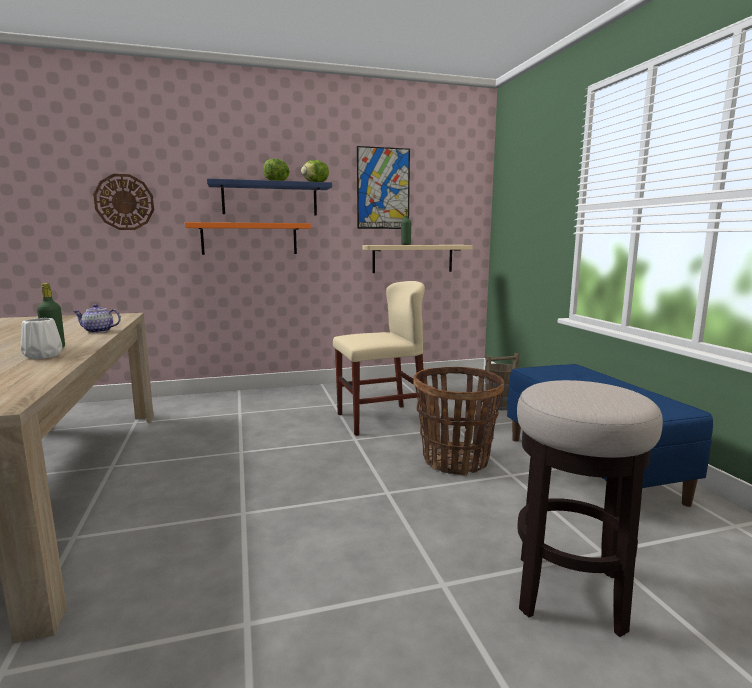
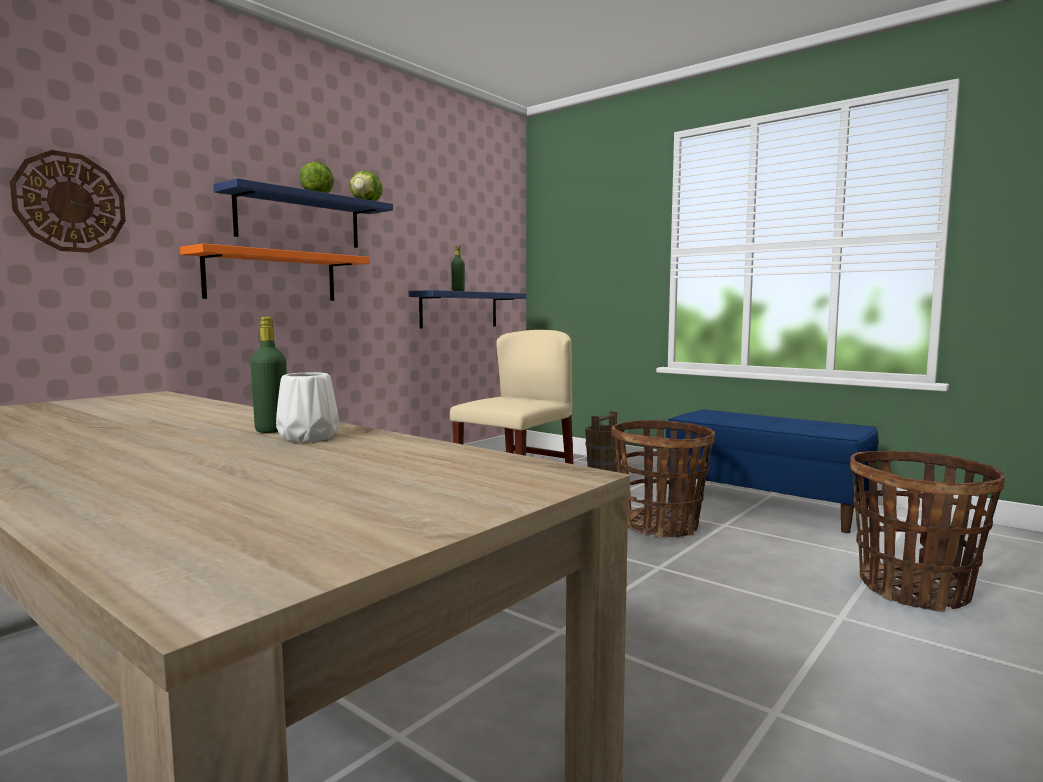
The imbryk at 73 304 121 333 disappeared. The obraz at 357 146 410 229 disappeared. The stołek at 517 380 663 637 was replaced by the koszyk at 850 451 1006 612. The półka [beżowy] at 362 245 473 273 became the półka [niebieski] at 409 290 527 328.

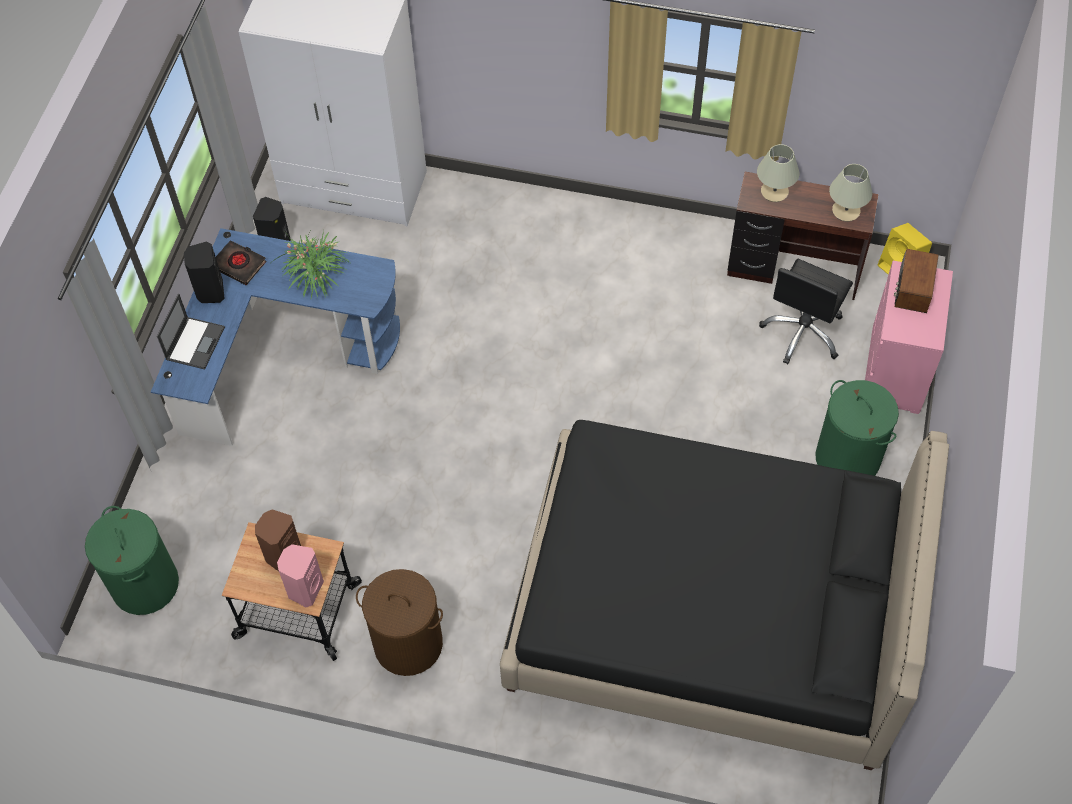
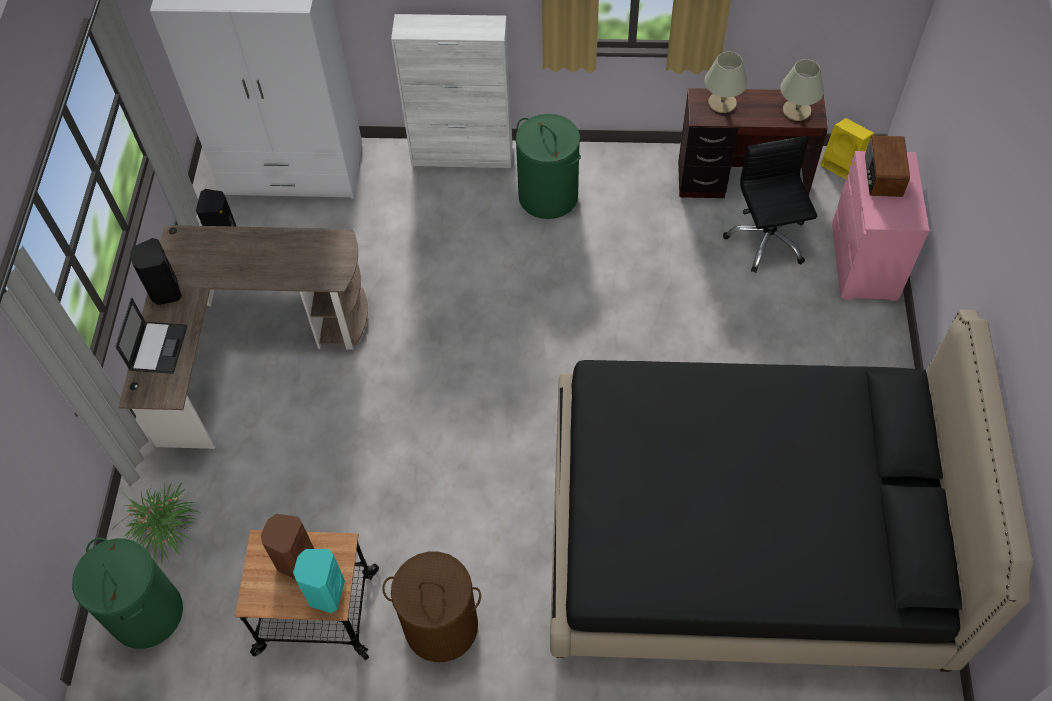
The książka [czarny] at 216 240 267 285 disappeared. The szafka [biały] at 391 14 513 168 appeared. The roślina doniczkowa moved from 272 230 351 298 to 118 483 200 564. The kosz na pranie [zielony] moved from 815 380 899 476 to 515 114 581 219. The biurko [niebieski] at 151 228 400 446 became the biurko [brązowy] at 118 225 368 449. The głośnik [różowy] at 277 544 324 607 became the głośnik [turkusowy] at 293 549 345 613. The krzesło biurowe [czarny] at 759 259 853 364 turned 150 degrees clockwise.

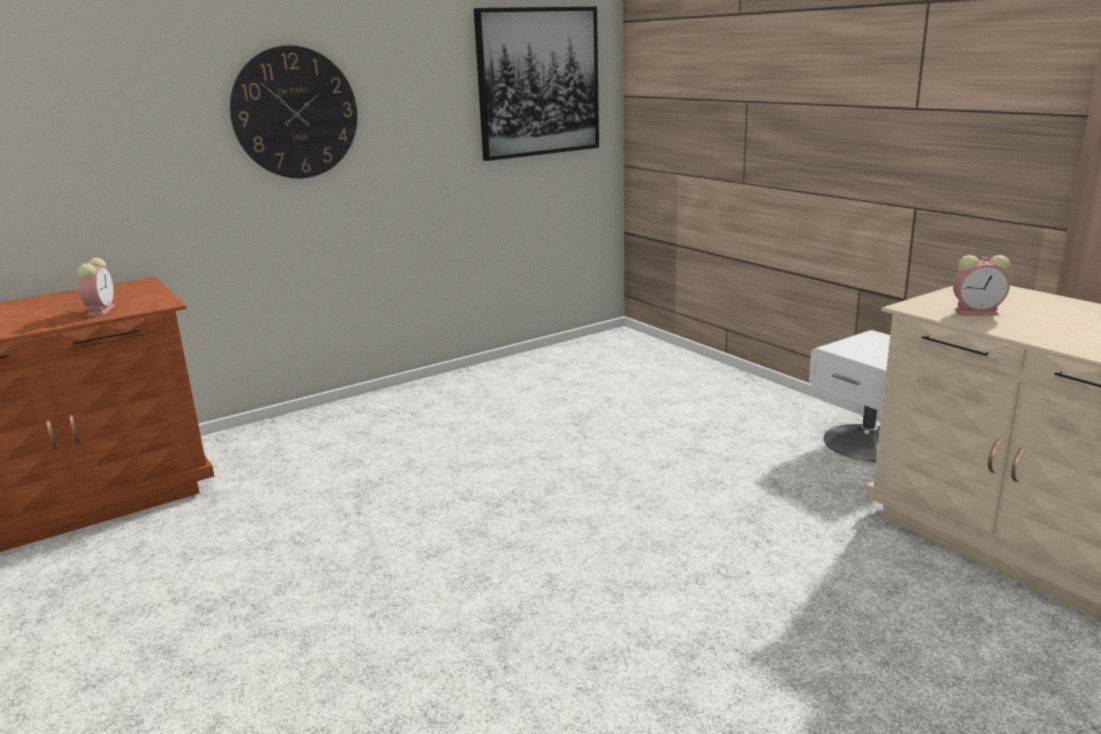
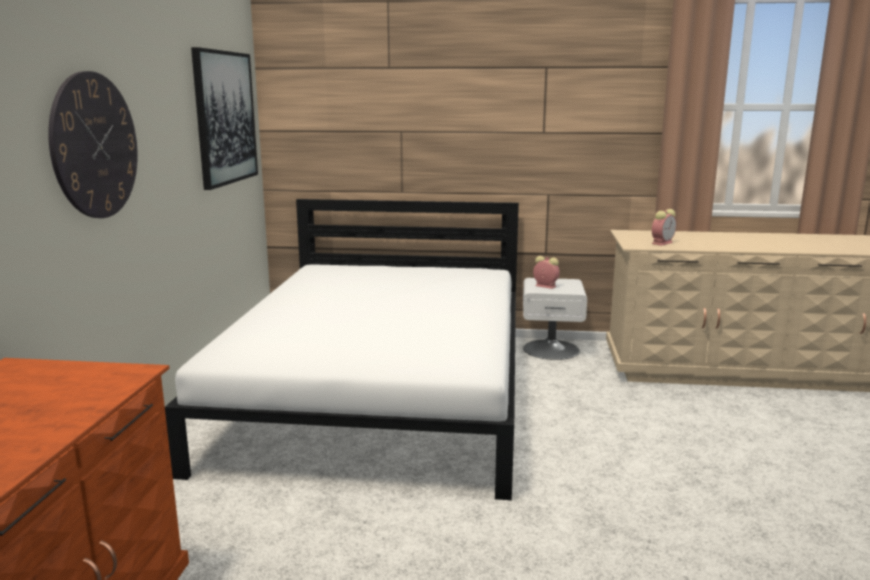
The łóżko [biały] at 165 199 519 500 appeared. The budzik moved from 77 258 115 316 to 533 256 560 289.

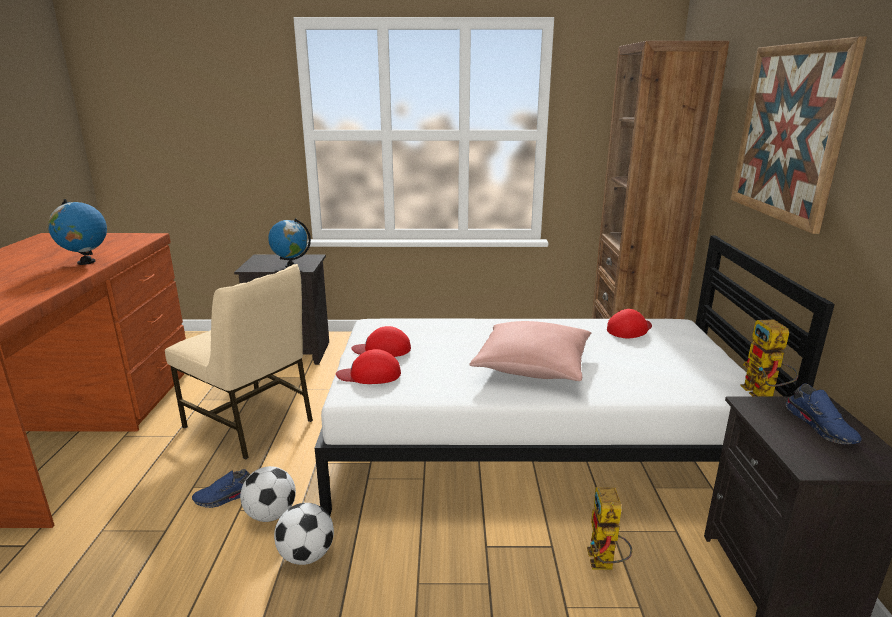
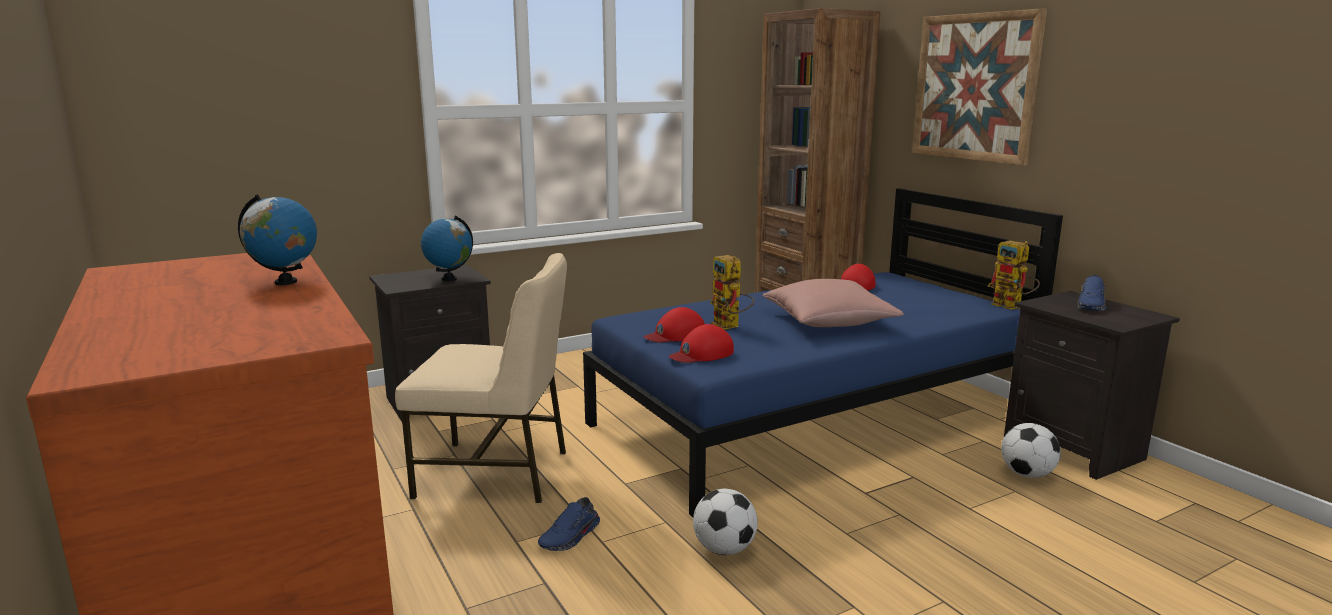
The piłka futbolowa moved from 240 466 296 522 to 1001 423 1061 478. The robot zabawkowy moved from 587 487 632 570 to 710 255 754 330. The łóżko [biały] at 315 236 835 515 became the łóżko [niebieski] at 583 188 1063 517. The but [niebieski] at 786 383 862 444 turned 75 degrees clockwise.

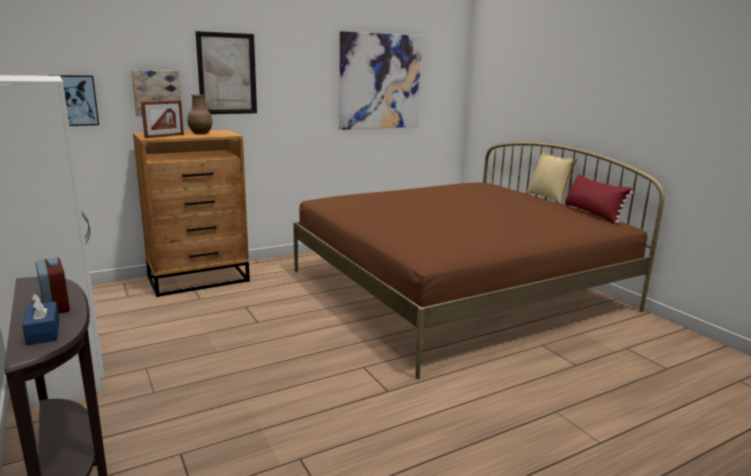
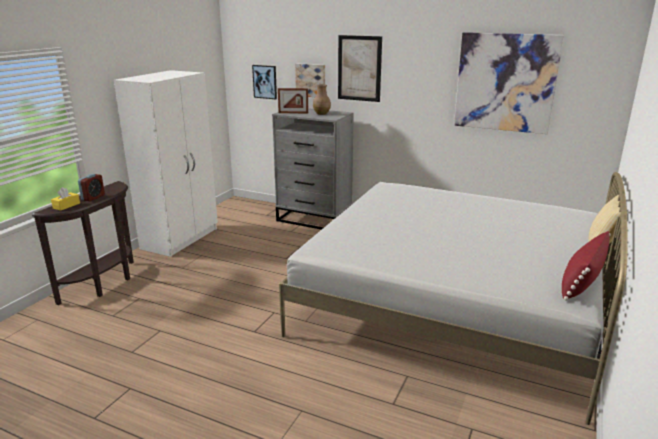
The pudełko chusteczek [niebieski] at 22 294 59 345 became the pudełko chusteczek [żółty] at 51 187 80 211. The komoda [brązowy] at 133 130 250 297 became the komoda [szary] at 272 108 354 230. The łóżko [brązowy] at 293 142 665 379 became the łóżko [biały] at 279 172 628 425.

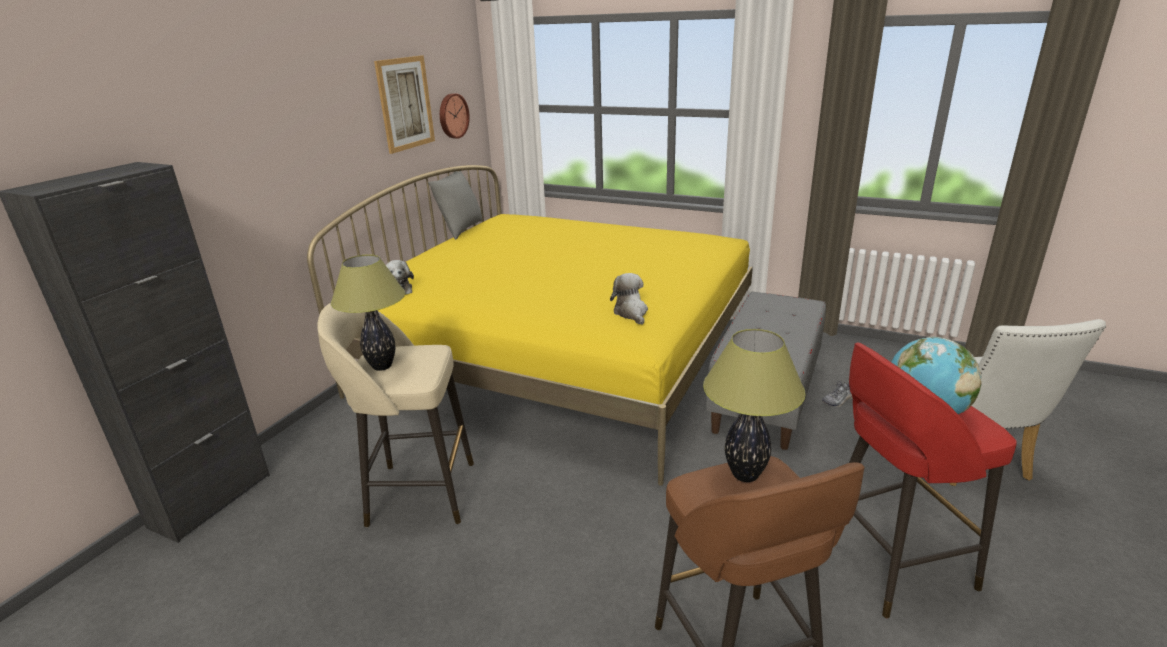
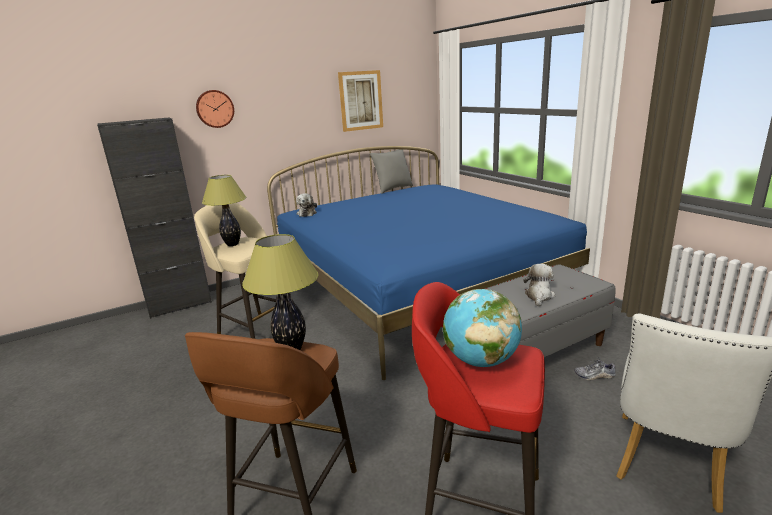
The zegar ścienny moved from 440 93 470 139 to 196 90 234 128. The pluszak moved from 610 273 648 325 to 523 264 555 307. The łóżko [żółty] at 307 165 753 486 became the łóżko [niebieski] at 267 146 590 380.

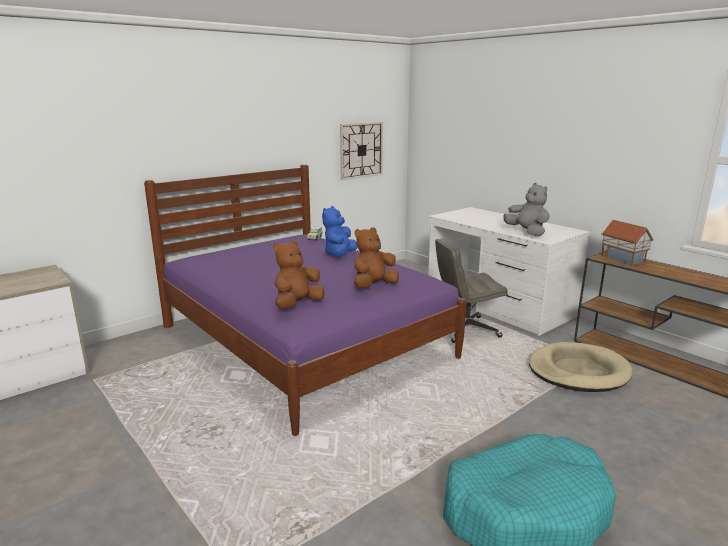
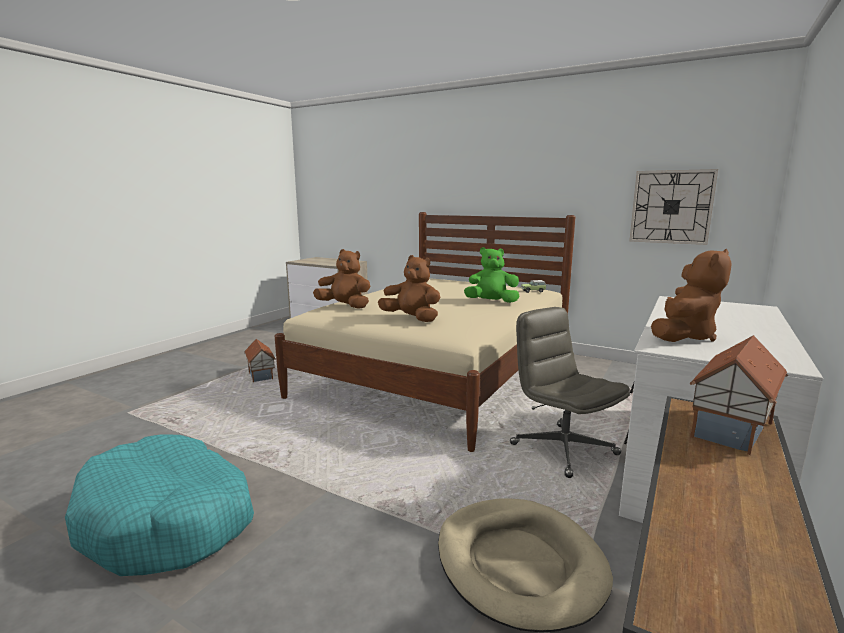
The domek at 244 339 276 382 appeared. The łóżko [fioletowy] at 144 164 467 436 became the łóżko [beżowy] at 275 212 575 452. The pluszak [niebieski] at 322 206 357 256 became the pluszak [zielony] at 464 247 519 303. The pluszak [szary] at 503 183 550 236 became the pluszak [brązowy] at 651 249 732 342.

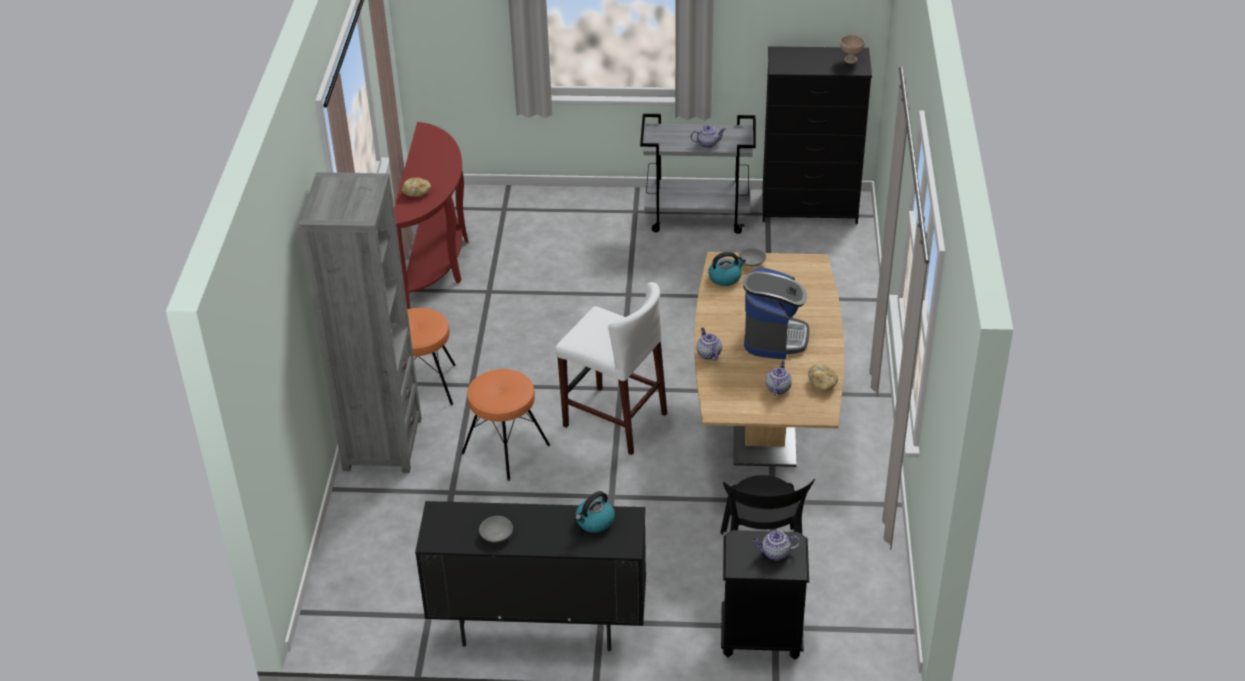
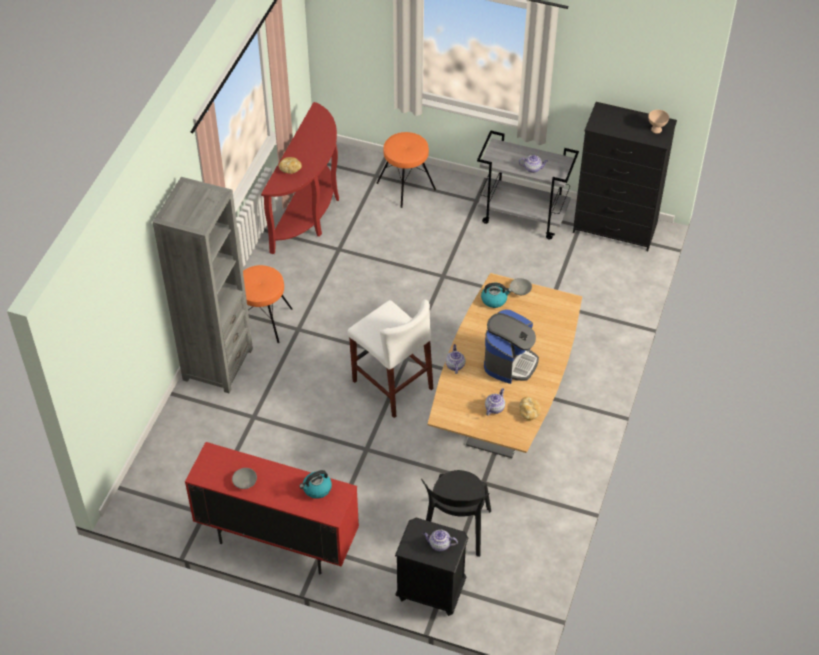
The stołek [pomarańczowy] moved from 461 369 550 481 to 376 132 436 208. The szafka [czarny] at 415 501 646 651 became the szafka [czerwony] at 185 442 359 574.

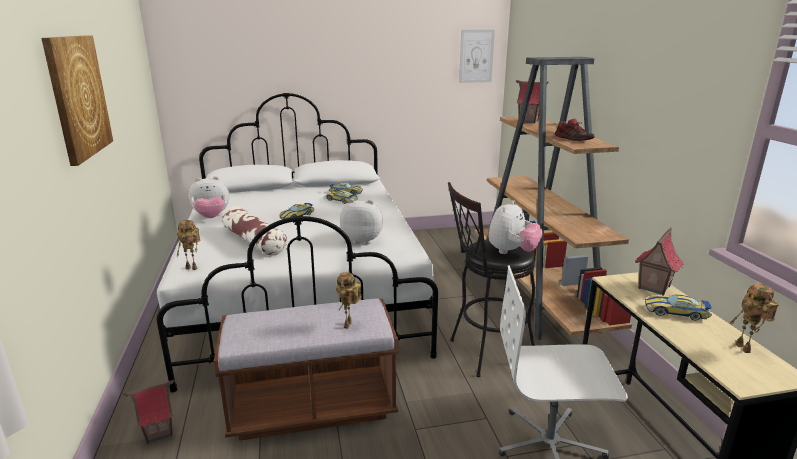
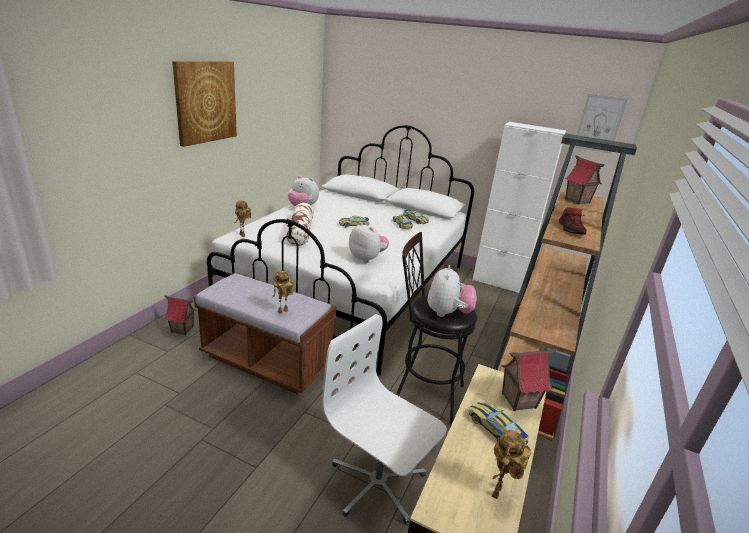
The szafka [biały] at 472 122 566 293 appeared. The pluszak at 488 201 543 254 turned 60 degrees counterclockwise.

